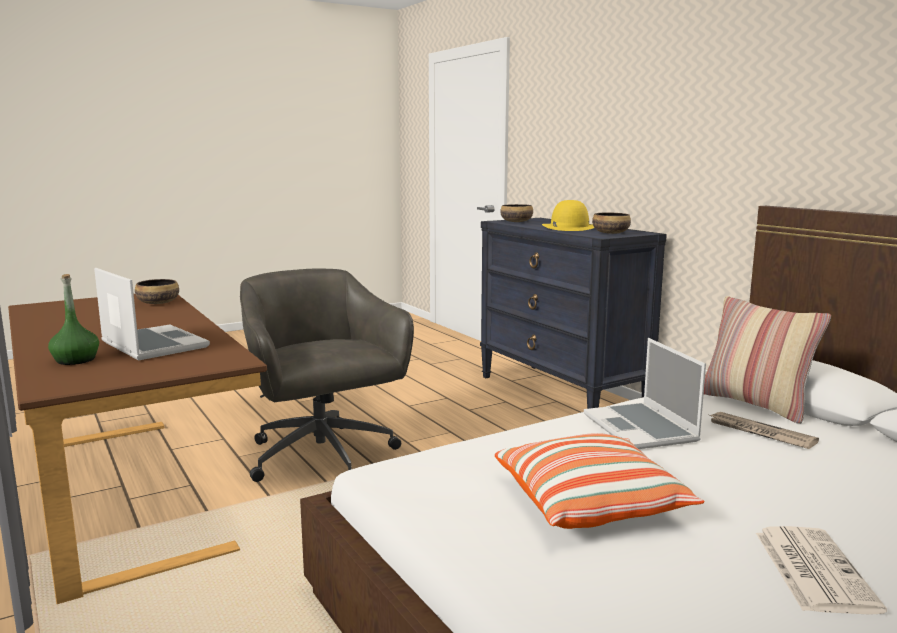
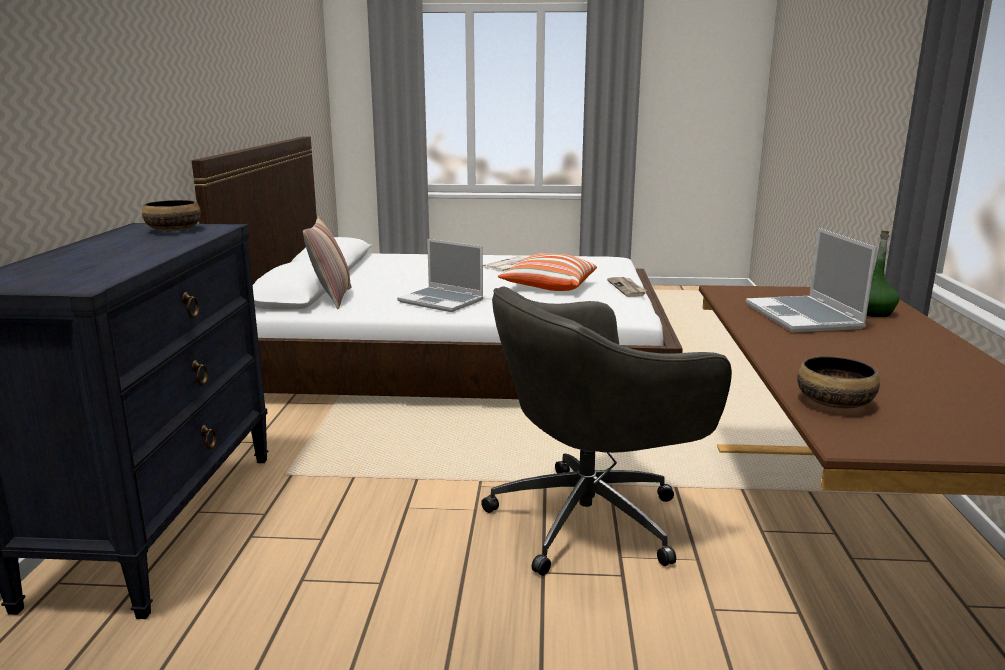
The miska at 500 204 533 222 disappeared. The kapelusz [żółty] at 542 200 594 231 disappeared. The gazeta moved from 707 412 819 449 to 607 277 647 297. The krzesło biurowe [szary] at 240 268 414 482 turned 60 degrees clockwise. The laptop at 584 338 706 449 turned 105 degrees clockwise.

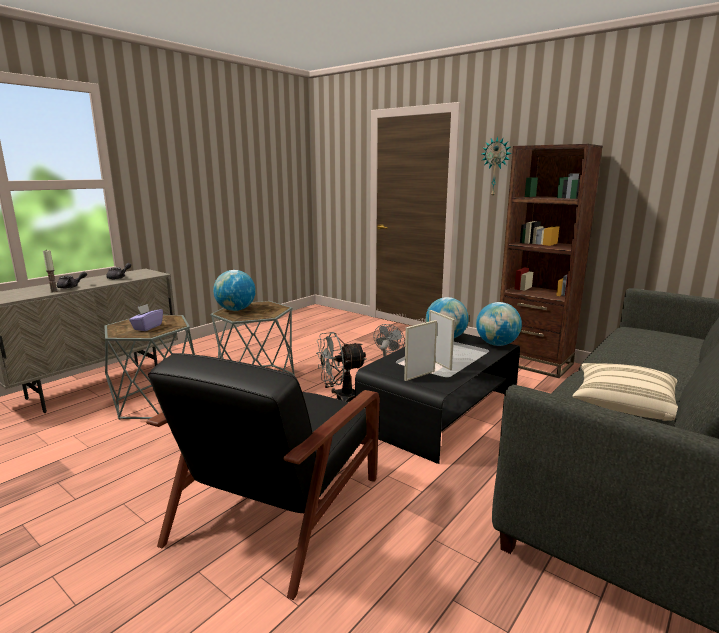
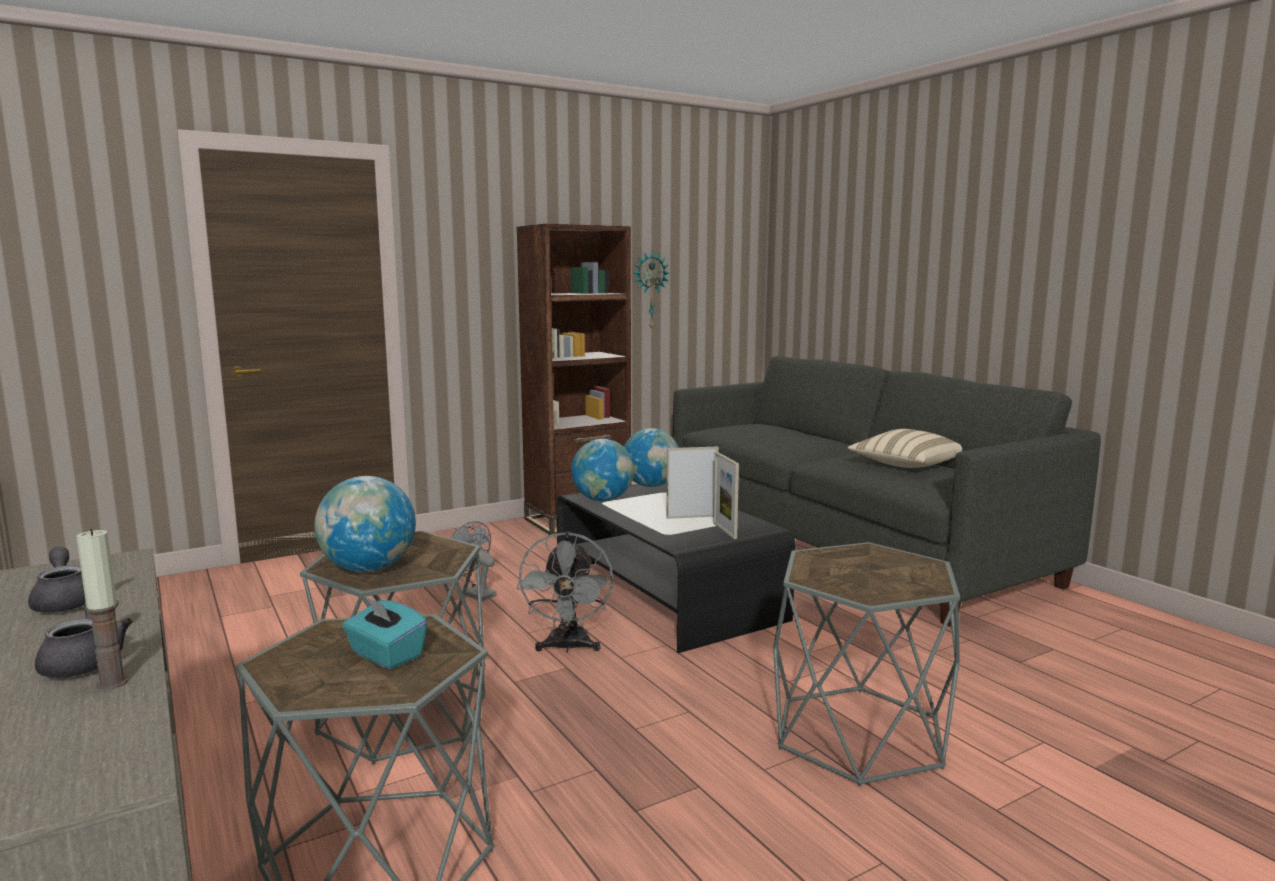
The zegar ścienny moved from 482 136 512 198 to 634 251 669 330. The fotel [czarny] at 146 353 380 600 was replaced by the stolik [szary] at 773 542 960 787. The pudełko chusteczek [fioletowy] at 129 304 163 331 became the pudełko chusteczek [turkusowy] at 342 596 427 669.

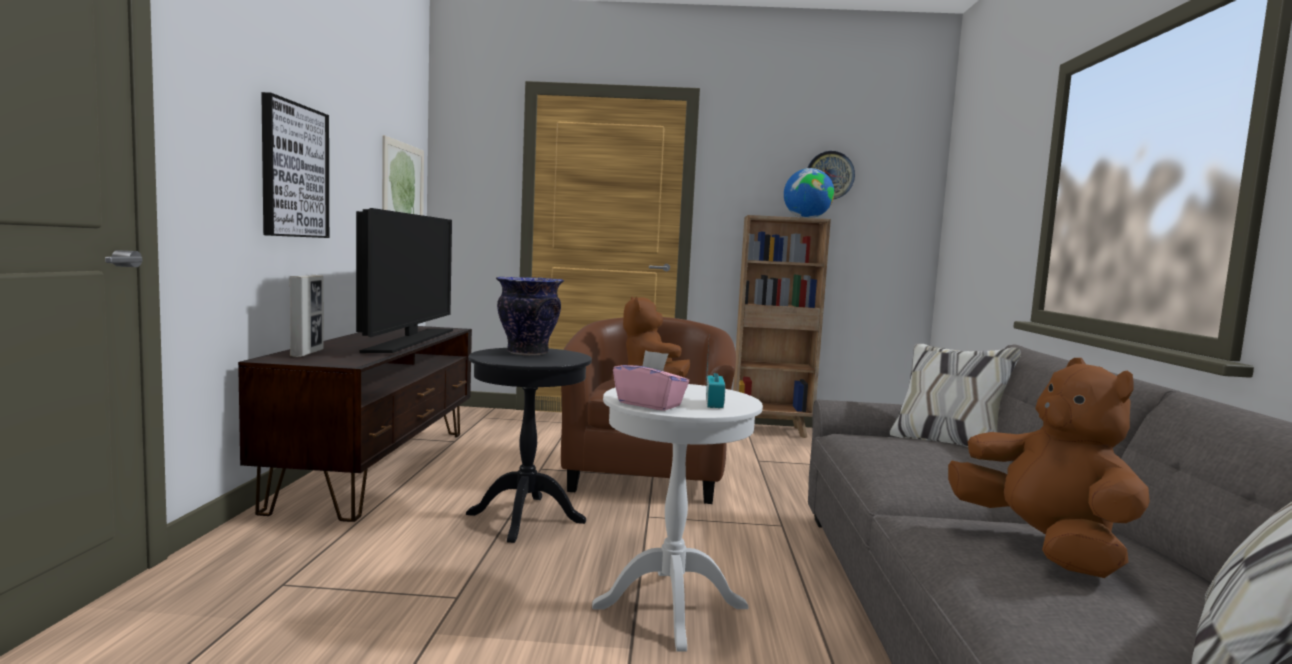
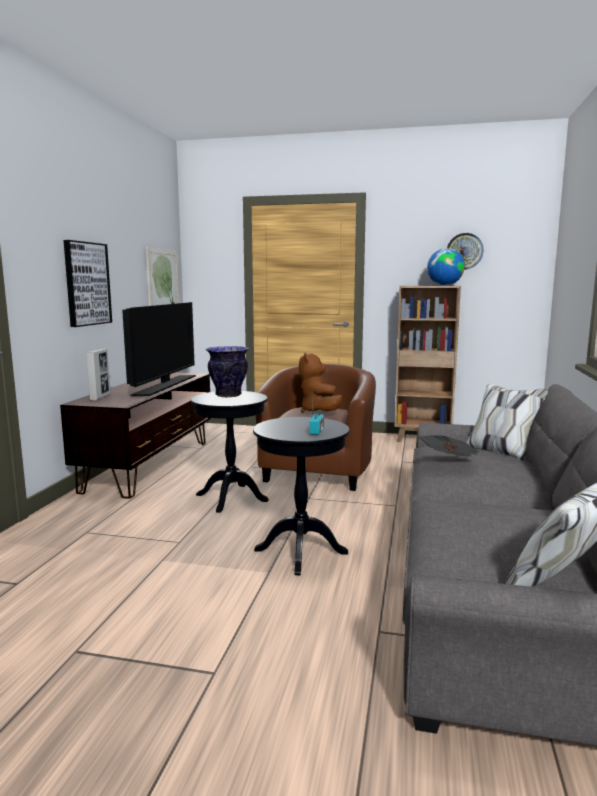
The pudełko chusteczek [różowy] at 613 350 689 411 disappeared. The pluszak [brązowy] at 948 358 1150 578 disappeared. The gazeta at 417 435 479 457 appeared. The stolik [biały] at 592 384 763 652 became the stolik [czarny] at 253 417 350 575.

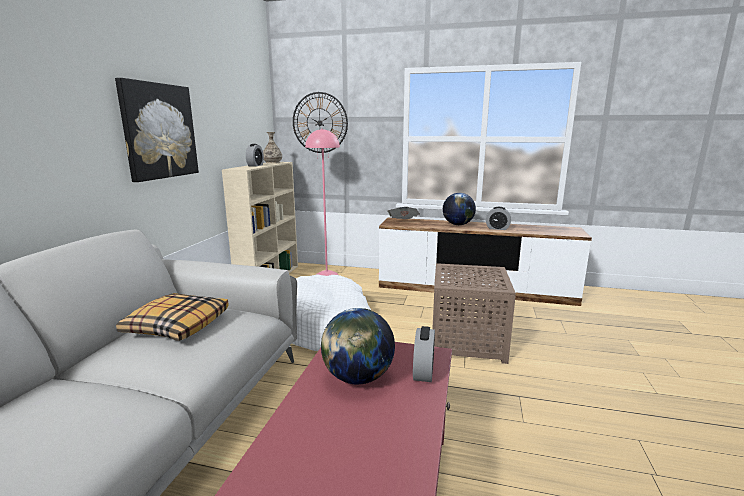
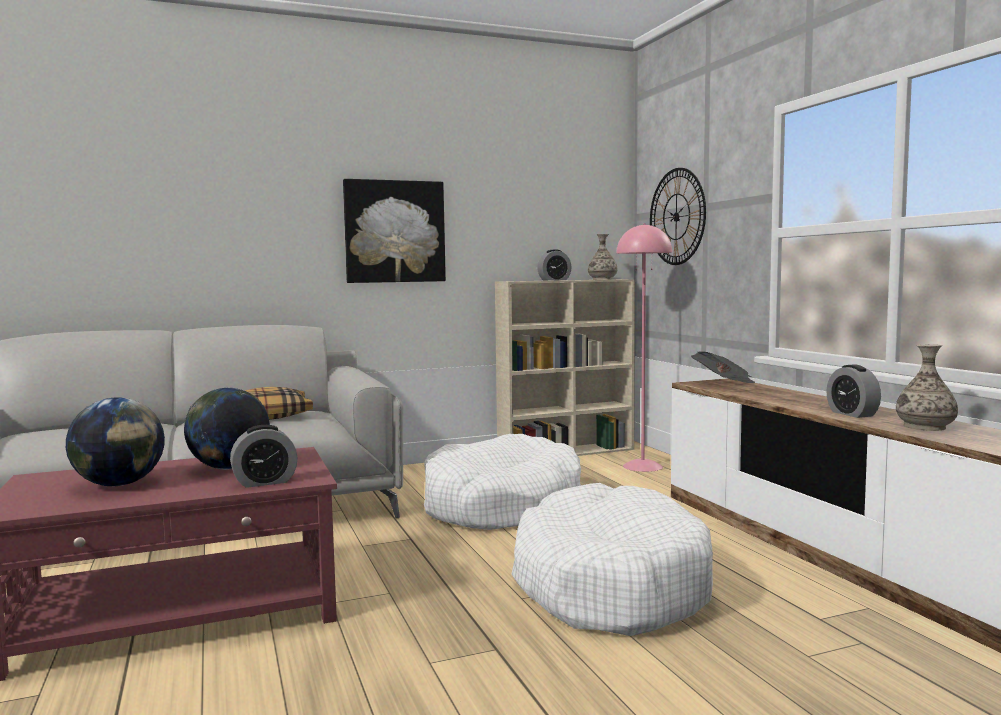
The wazon at 896 344 958 431 appeared. The globus moved from 443 193 476 225 to 66 397 165 486. The stolik [brązowy] at 432 263 516 364 was replaced by the legowisko [biały] at 512 483 713 636.

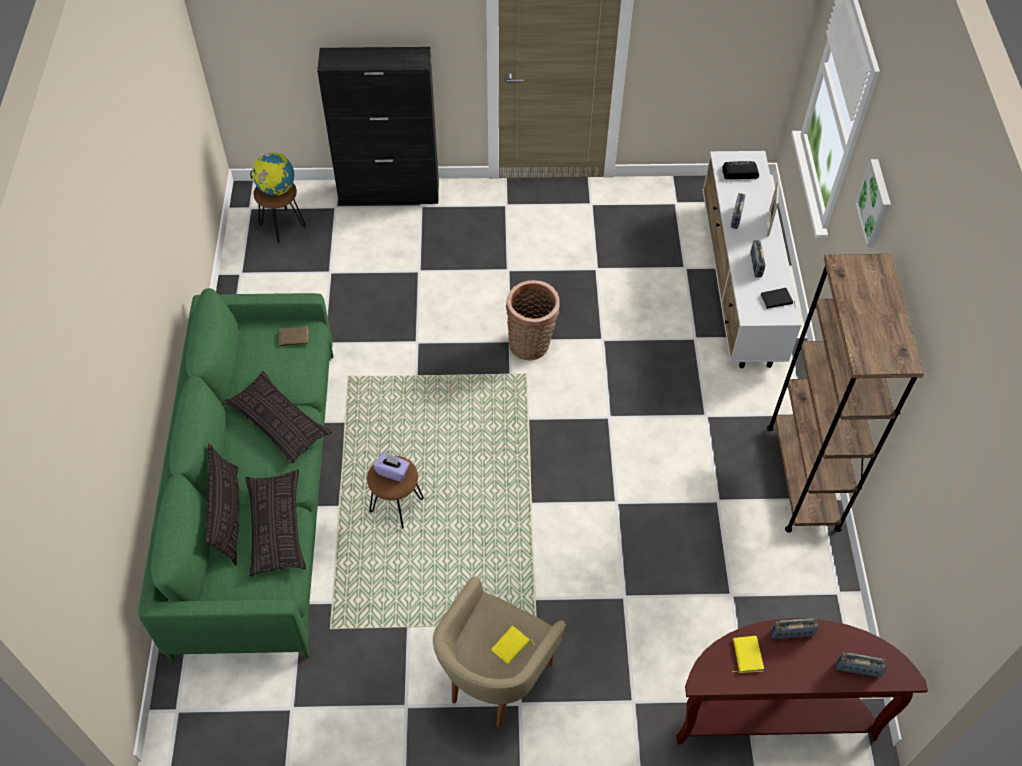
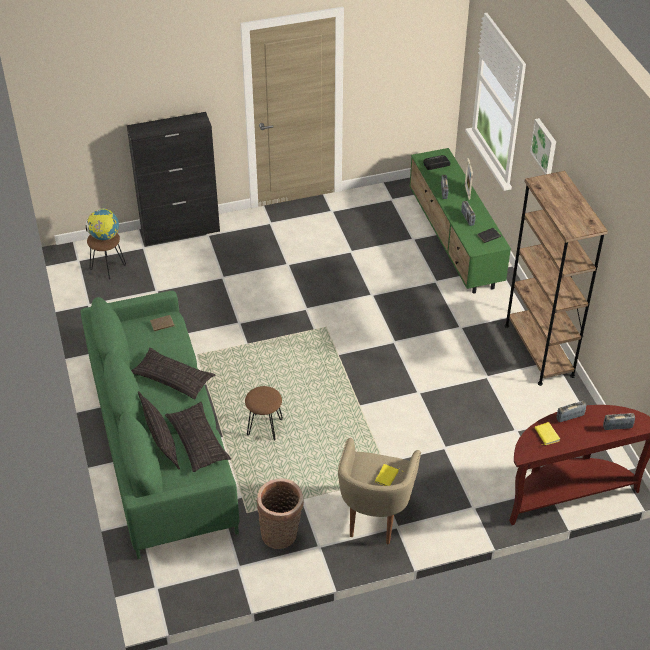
The pudełko chusteczek [fioletowy] at 373 453 410 482 disappeared. The koszyk moved from 506 280 560 360 to 257 478 304 549. The szafka pod telewizor [biały] at 703 151 802 368 became the szafka pod telewizor [zielony] at 409 148 511 294.

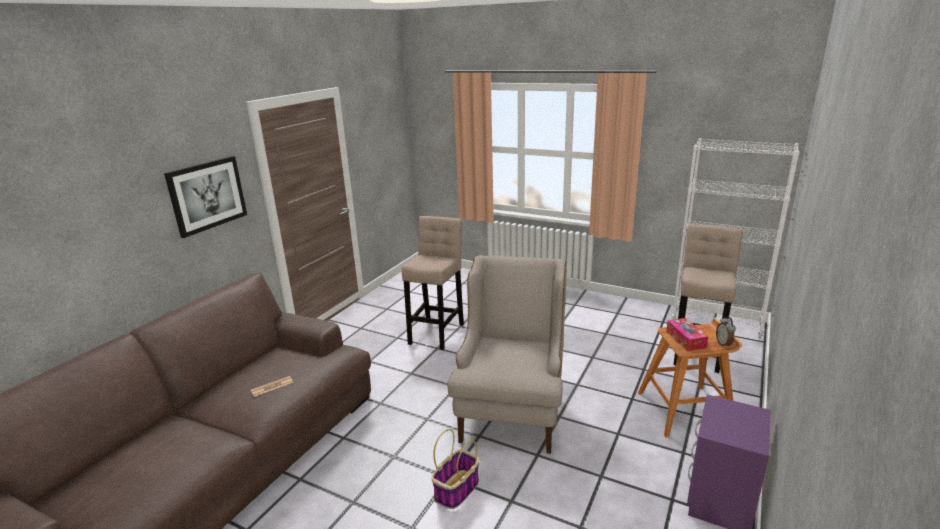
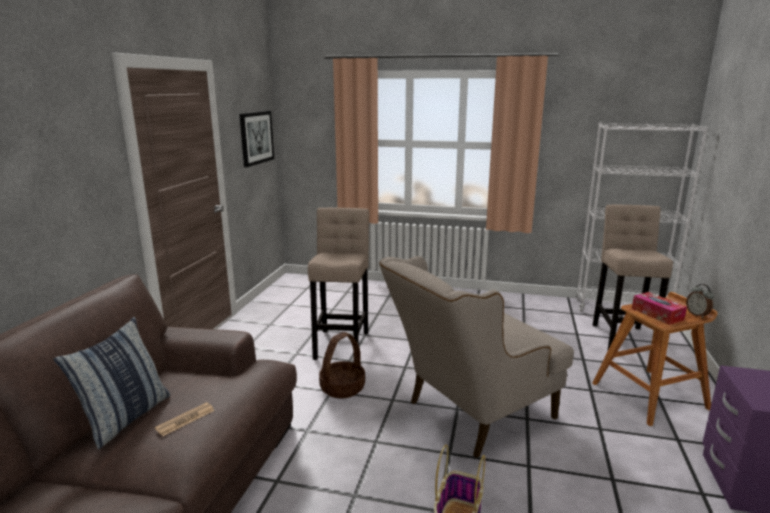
The poduszka at 54 317 170 449 appeared. The koszyk at 319 332 365 398 appeared. The obraz moved from 164 156 247 238 to 240 111 274 167. The fotel [beżowy] at 448 255 566 454 turned 120 degrees counterclockwise.

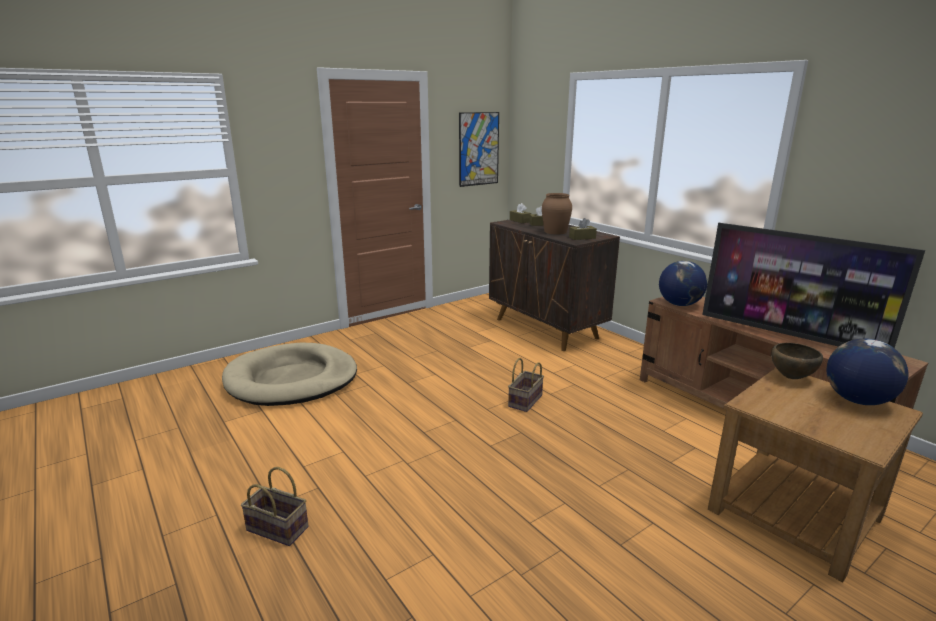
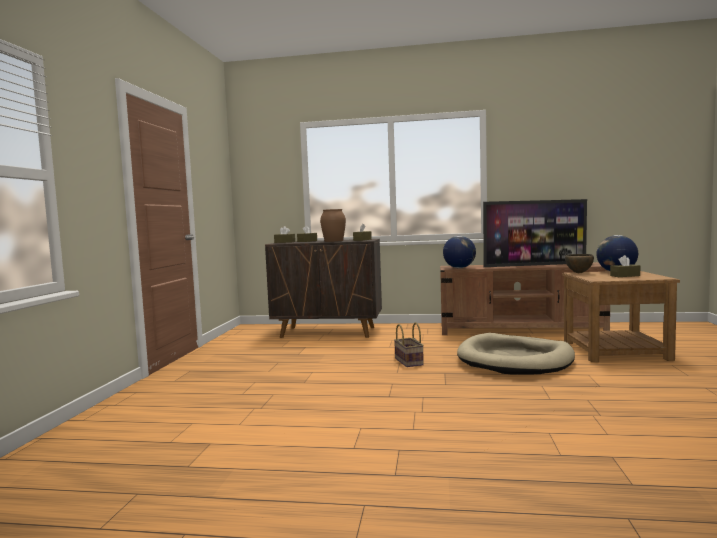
The koszyk at 241 467 309 546 disappeared. The obraz at 459 112 499 187 disappeared. The pudełko chusteczek [brązowy] at 610 255 640 277 appeared. The legowisko [beżowy] moved from 222 342 357 406 to 457 333 575 375.

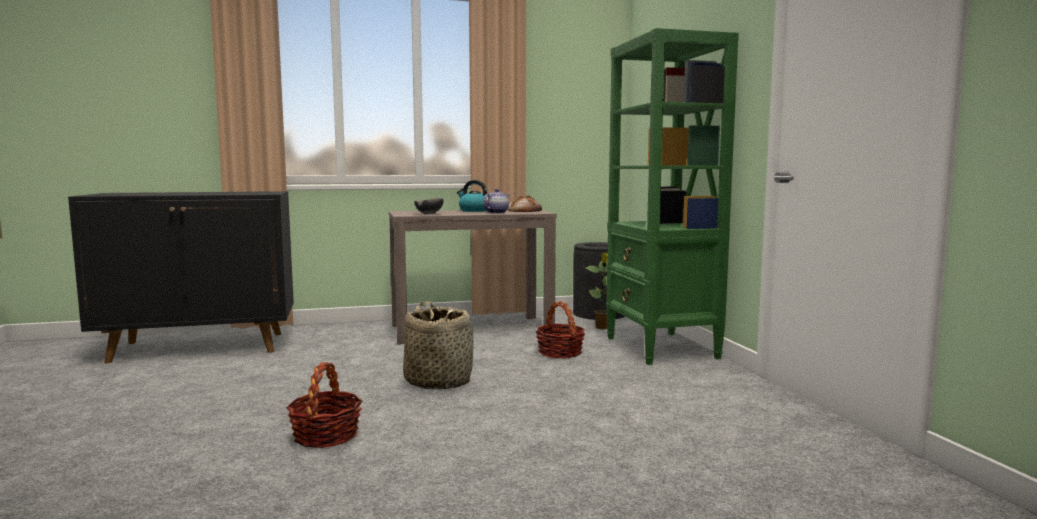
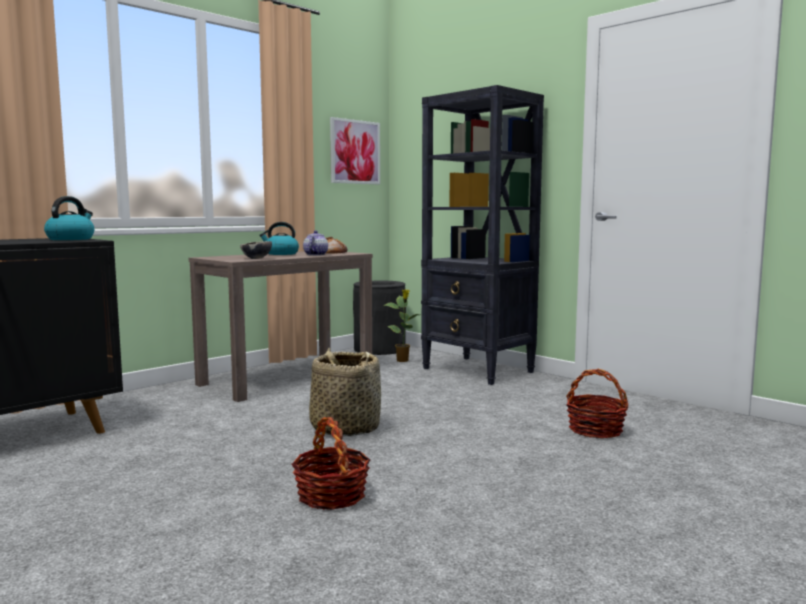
The czajnik at 44 196 94 240 appeared. The obraz at 330 117 380 184 appeared. The koszyk moved from 536 301 585 358 to 566 369 628 438. The regał [zielony] at 606 28 739 365 became the regał [czarny] at 421 85 544 385.

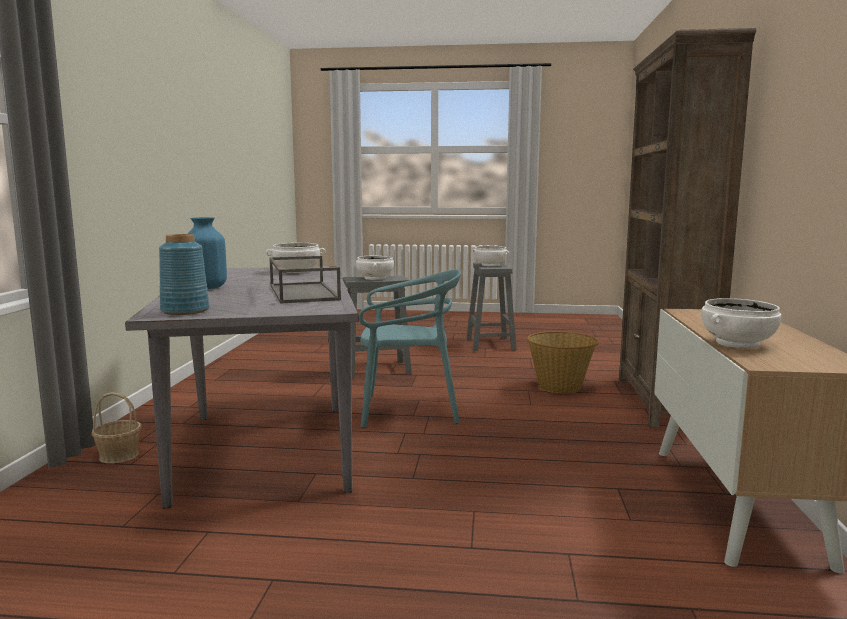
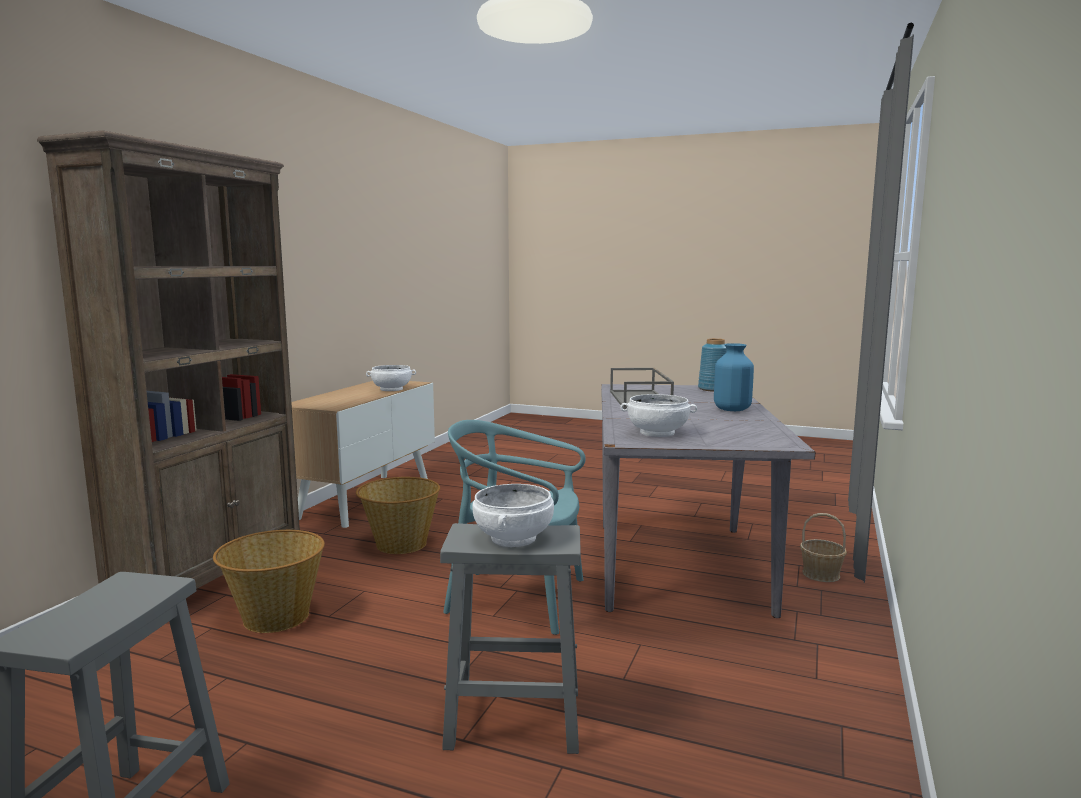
The miska [biały] at 473 246 509 266 disappeared. The koszyk at 356 477 440 554 appeared.

